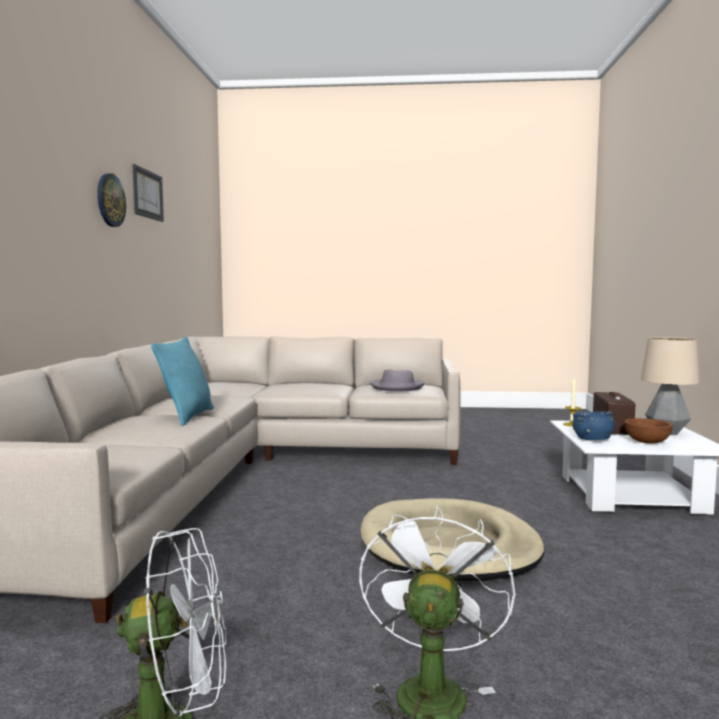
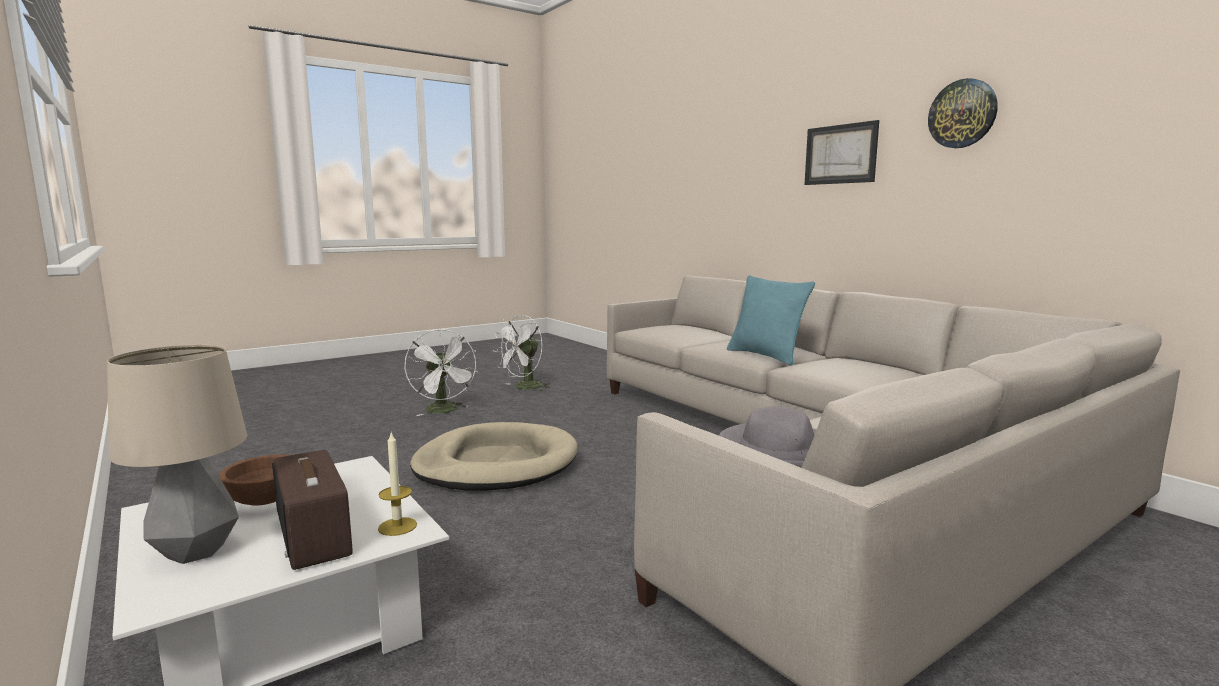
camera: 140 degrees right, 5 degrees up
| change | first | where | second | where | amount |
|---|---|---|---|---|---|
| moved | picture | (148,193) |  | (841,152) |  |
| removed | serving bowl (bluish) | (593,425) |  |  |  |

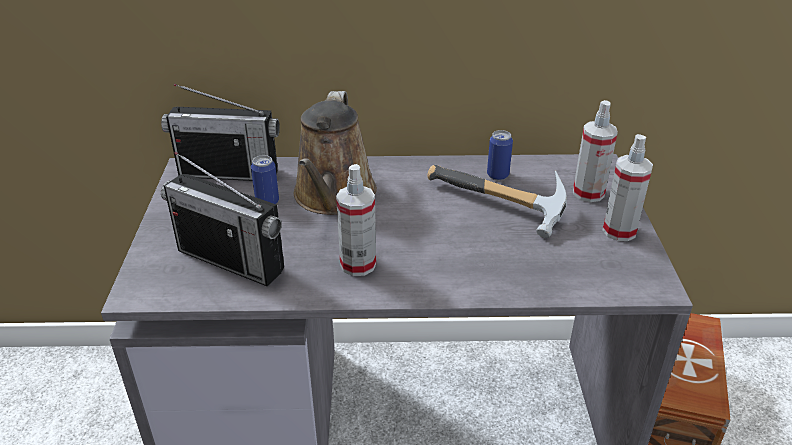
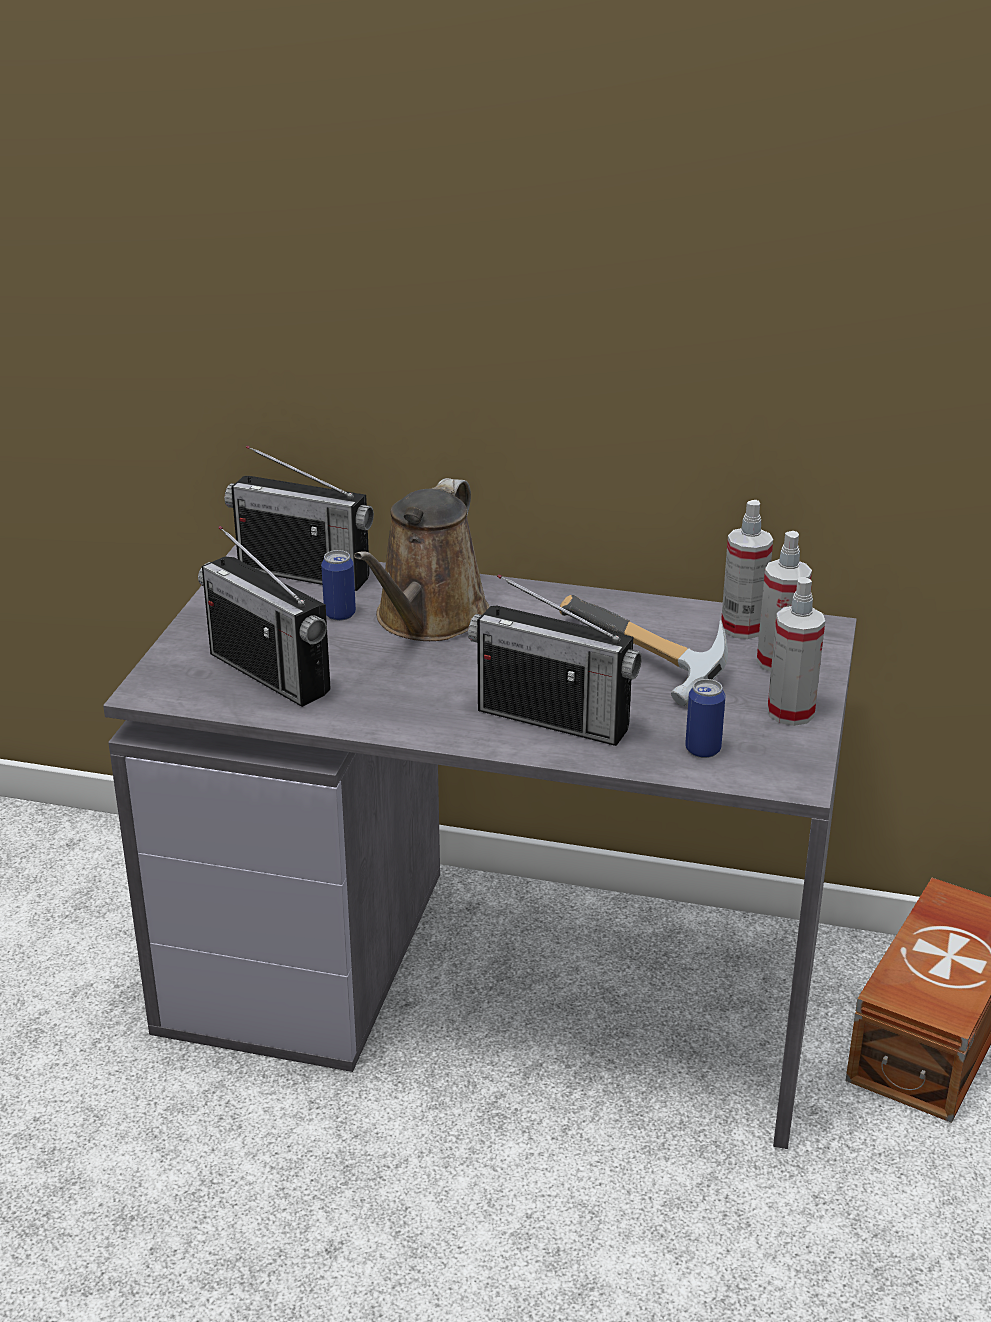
camera: 15 degrees right, 5 degrees down
| change | first | where | second | where | amount |
|---|---|---|---|---|---|
| moved | metal can | (500,155) |  | (705,718) |  |
| moved | sprayer | (356,220) |  | (747,569) |  |
| added |  |  | radio set | (555,660) |  |

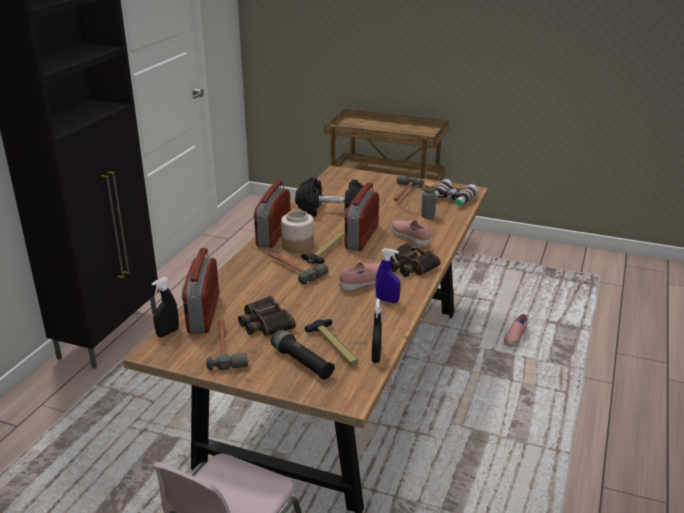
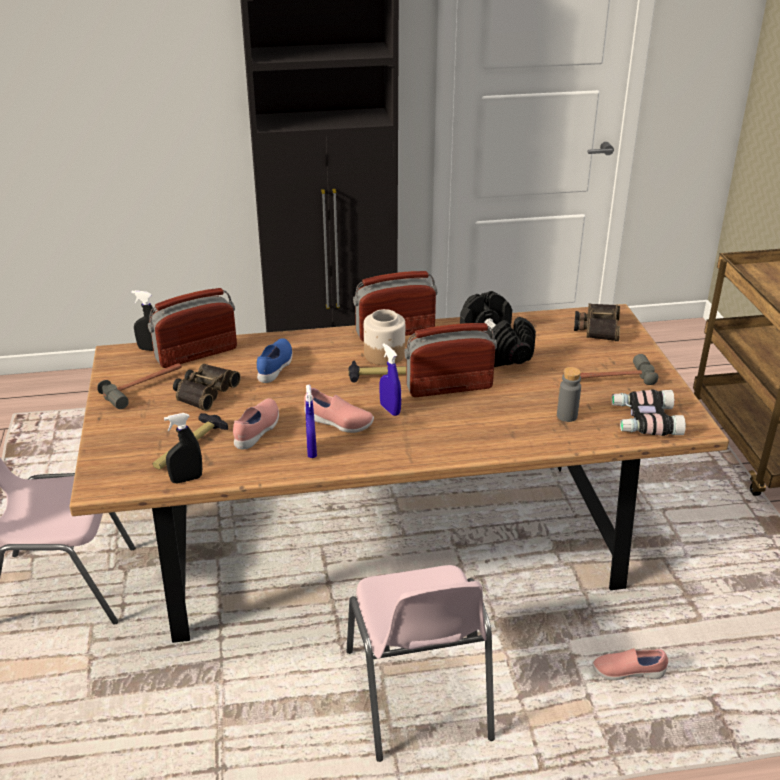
camera: 60 degrees right, 5 degrees up
| change | first | where | second | where | amount |
|---|---|---|---|---|---|
| moved | shoe (pink-coloured) | (410,233) |  | (256,424) |  |
| moved | binoculars | (415,260) |  | (597,322) |  |
| removed | tool hammer | (298,268) |  |  |  |
| removed | hand torch (black-coloured) | (303,354) |  |  |  |
| added |  |  | shoe (bluish) | (275,360) |  |
| added |  |  | sprayer (bluish) | (390,379) |  |
| added |  |  | upright chair (pink-coloured) | (421,663) |  |

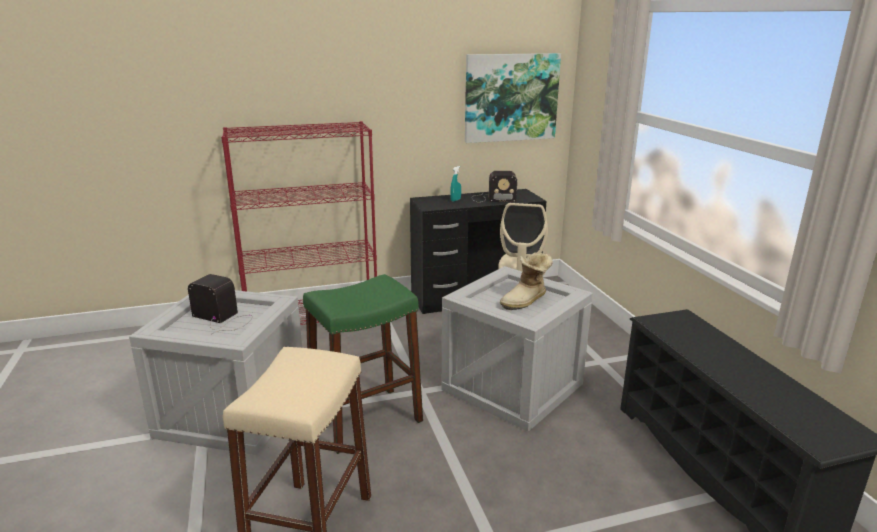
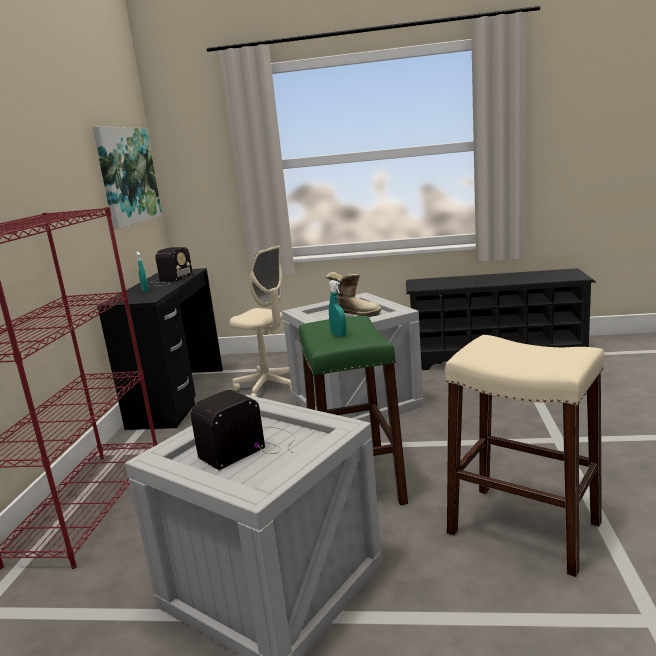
camera: 65 degrees left, 5 degrees down
| change | first | where | second | where | amount |
|---|---|---|---|---|---|
| turned | high-top boot | (526,281) |  | (354,294) | 45 degrees counterclockwise |
| added |  |  | sprayer (blue-green) | (338,308) |  |

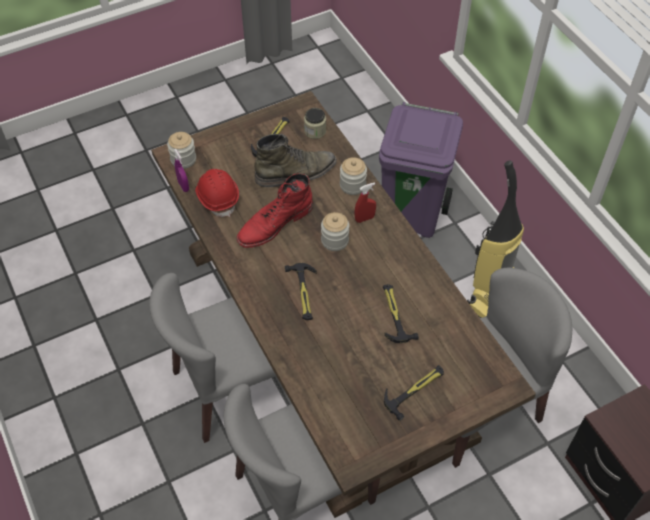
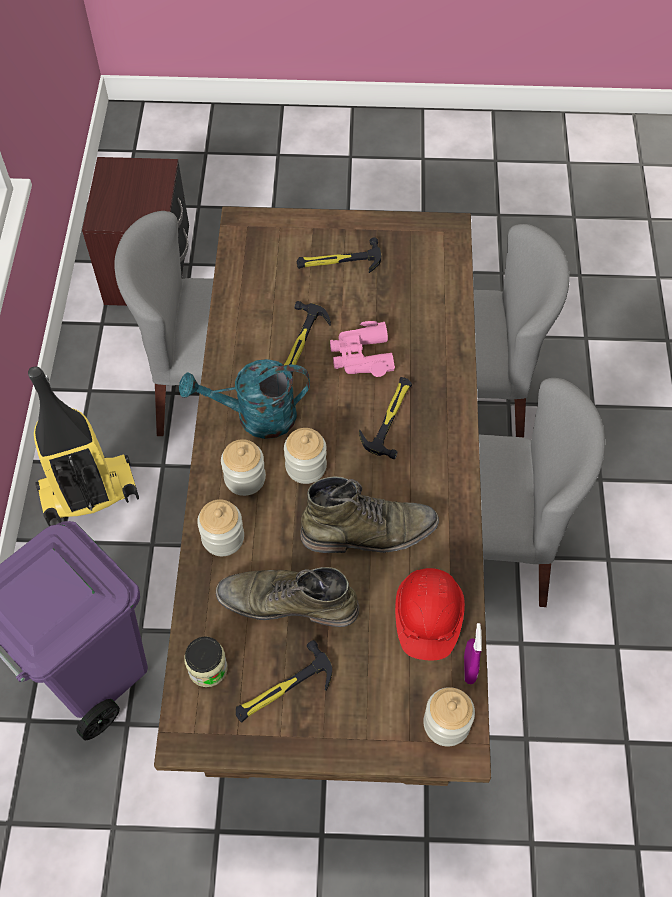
camera: 150 degrees left, 5 degrees up
| change | first | where | second | where | amount |
|---|---|---|---|---|---|
| recoloured | high-top boot (red-coloured) | (274,210) | high-top boot (green-coloured) | (369,515) |  |
| replaced | sprayer (red-coloured) | (365,202) | jar | (243,467) |  |
| added |  |  | binoculars (pink-coloured) | (362,349) |  |
| added |  |  | watering can (blue-green) | (244,399) |  |

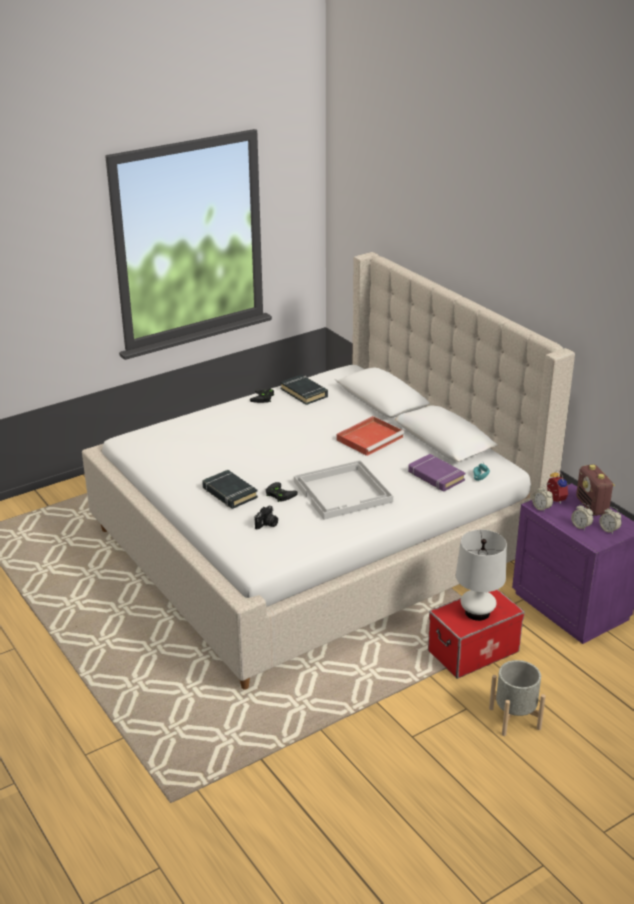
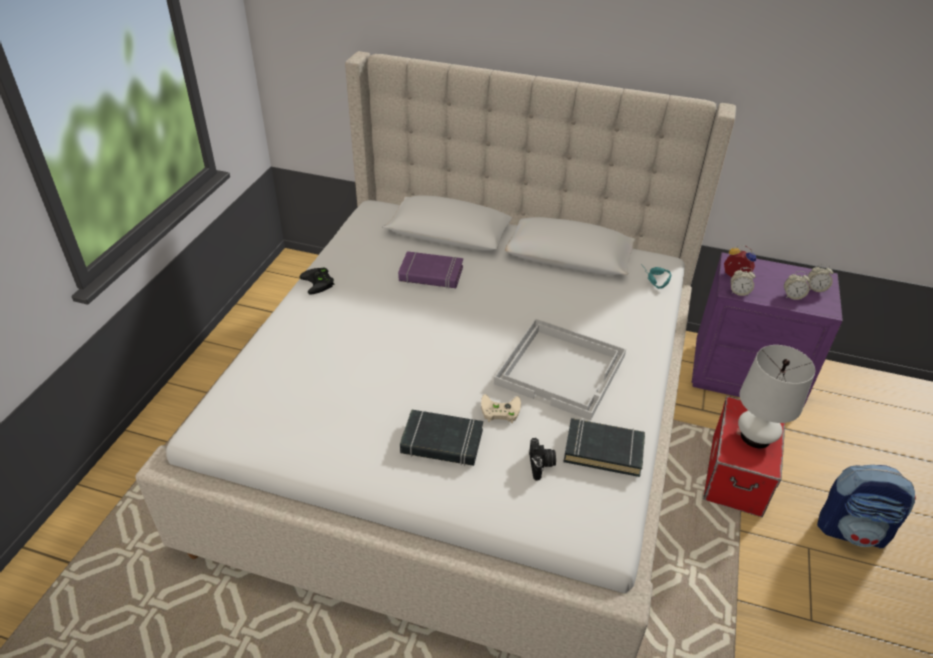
camera: 40 degrees left, 10 degrees up
| change | first | where | second | where | amount |
|---|---|---|---|---|---|
| moved | volume (black-coloured) | (304,390) |  | (604,447) |  |
| removed | tray (red-coloured) | (370,436) |  |  |  |
| moved | volume (purple-coloured) | (436,472) |  | (430,270) |  |
| removed | radio set | (595,490) |  |  |  |
| recoloured | joypad (black-coloured) | (282,492) | joypad (sand-coloured) | (501,408) |  |
| replaced | planter (gray) | (517,698) | backpack | (866,506) |  |

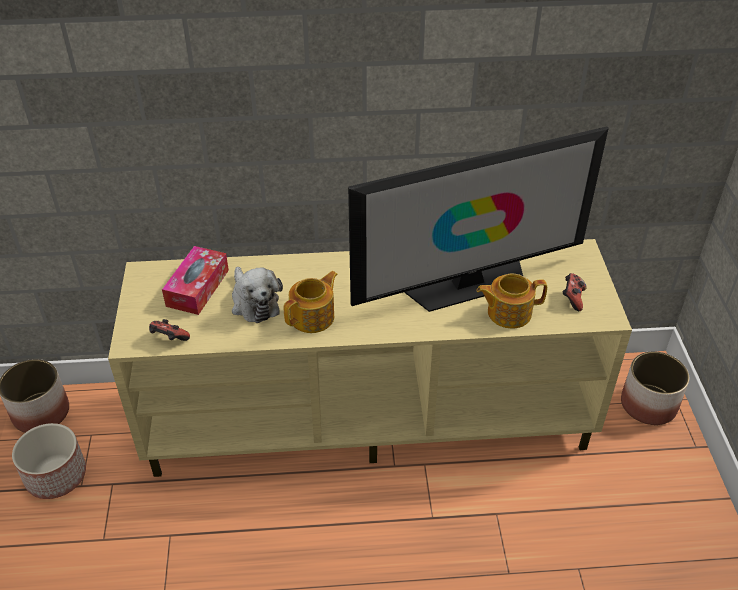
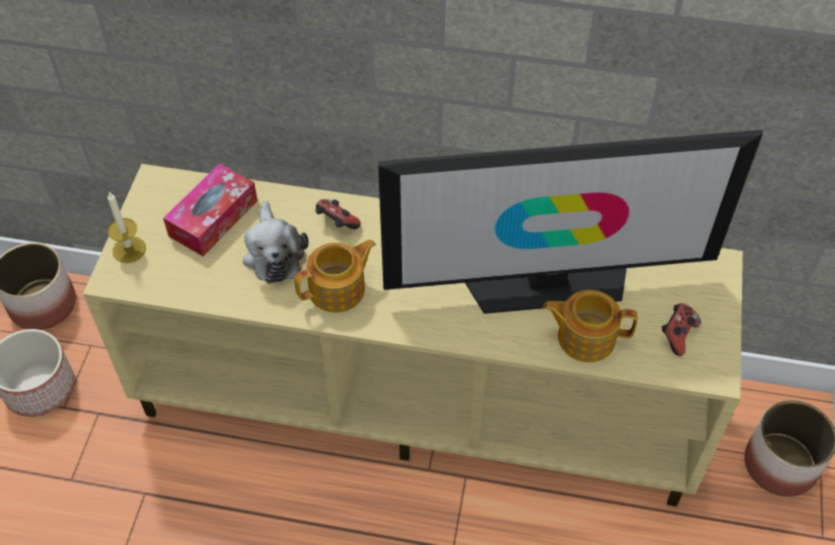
camera: 15 degrees right, 10 degrees up
| change | first | where | second | where | amount |
|---|---|---|---|---|---|
| moved | joypad | (169,330) |  | (338,214) |  |
| added |  |  | wax light | (126,227) |  |

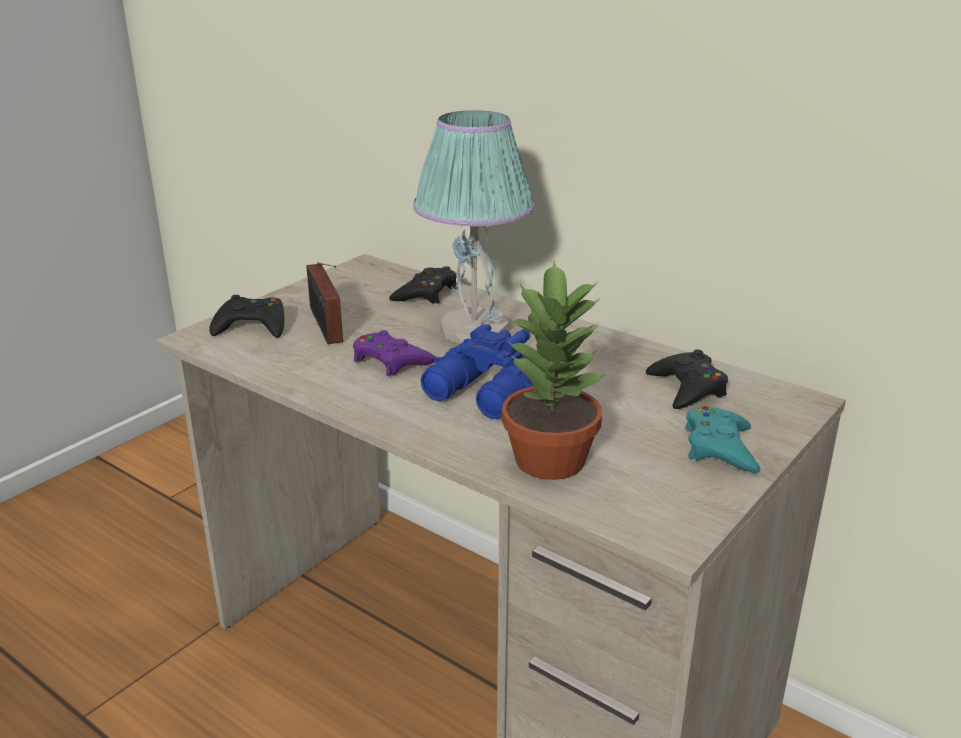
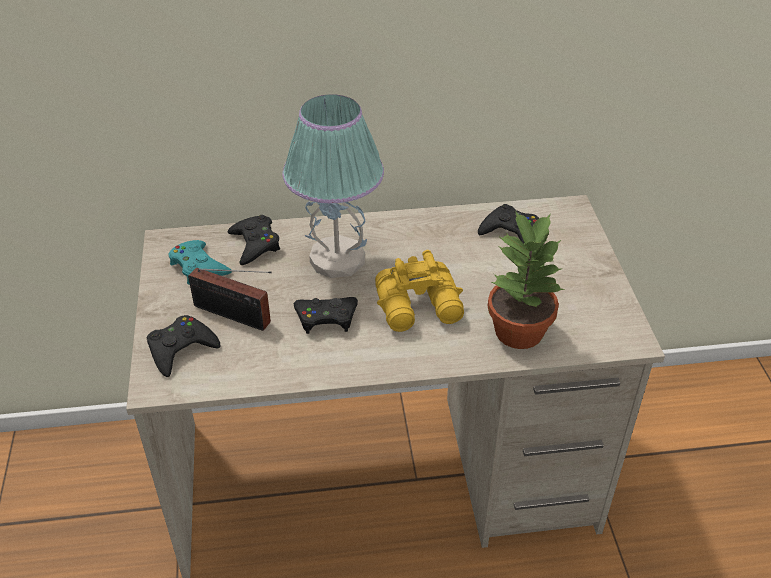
camera: 45 degrees left, 15 degrees up
| change | first | where | second | where | amount |
|---|---|---|---|---|---|
| recoloured | binoculars (bluish) | (477,371) | binoculars (yellow) | (419,291) |  |
| recoloured | joypad (purple-coloured) | (394,353) | joypad (black-coloured) | (326,315) |  |
| moved | joypad (blue-green) | (722,439) |  | (200,262) |  |

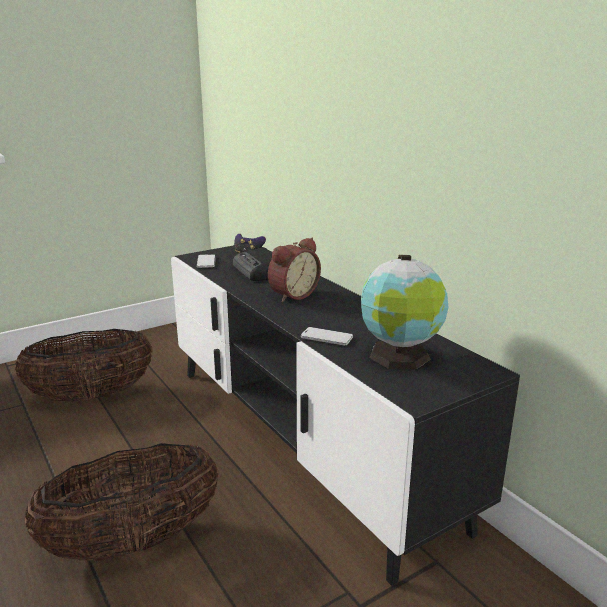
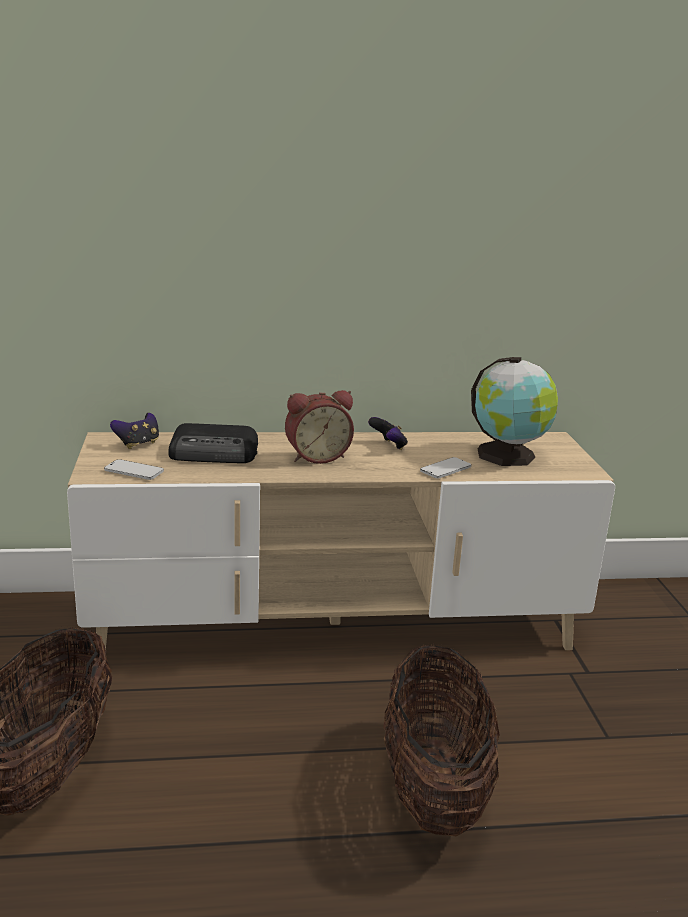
camera: 65 degrees left, 0 degrees up
| change | first | where | second | where | amount |
|---|---|---|---|---|---|
| turned | table clock | (294,270) |  | (319,427) | 90 degrees clockwise |
| recoloured | tv unit (black-coloured) | (345,415) | tv unit (sand-coloured) | (341,541) |  |
| added |  |  | joypad | (388,433) |  |

